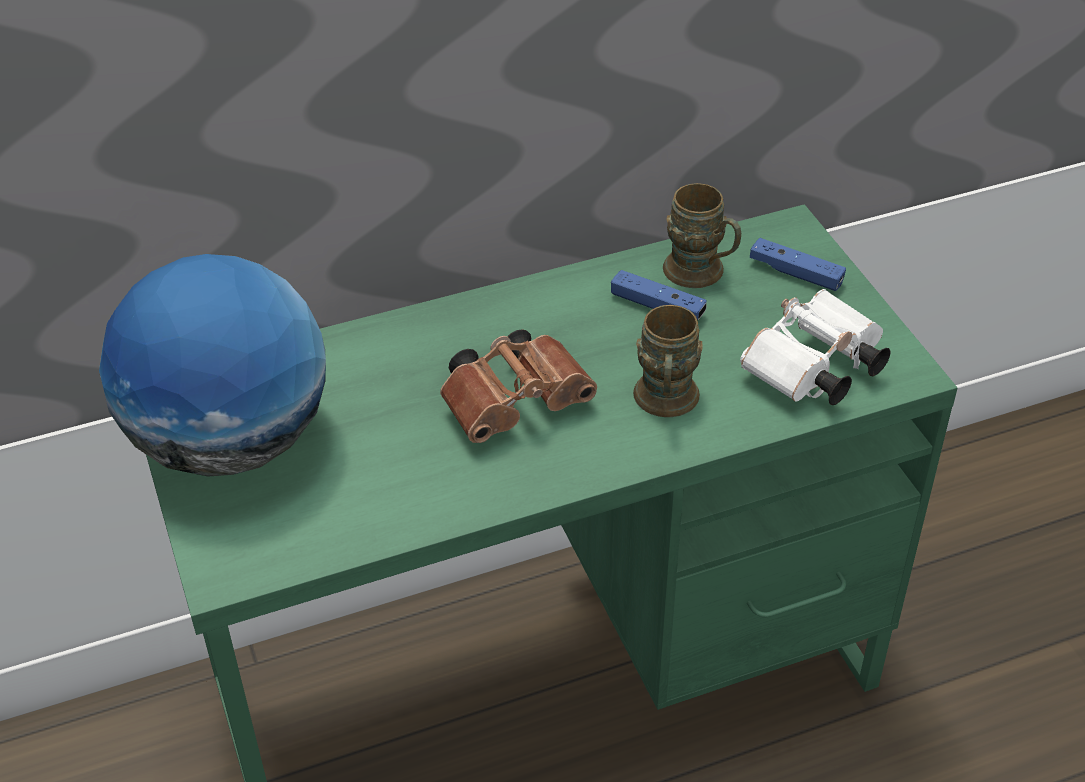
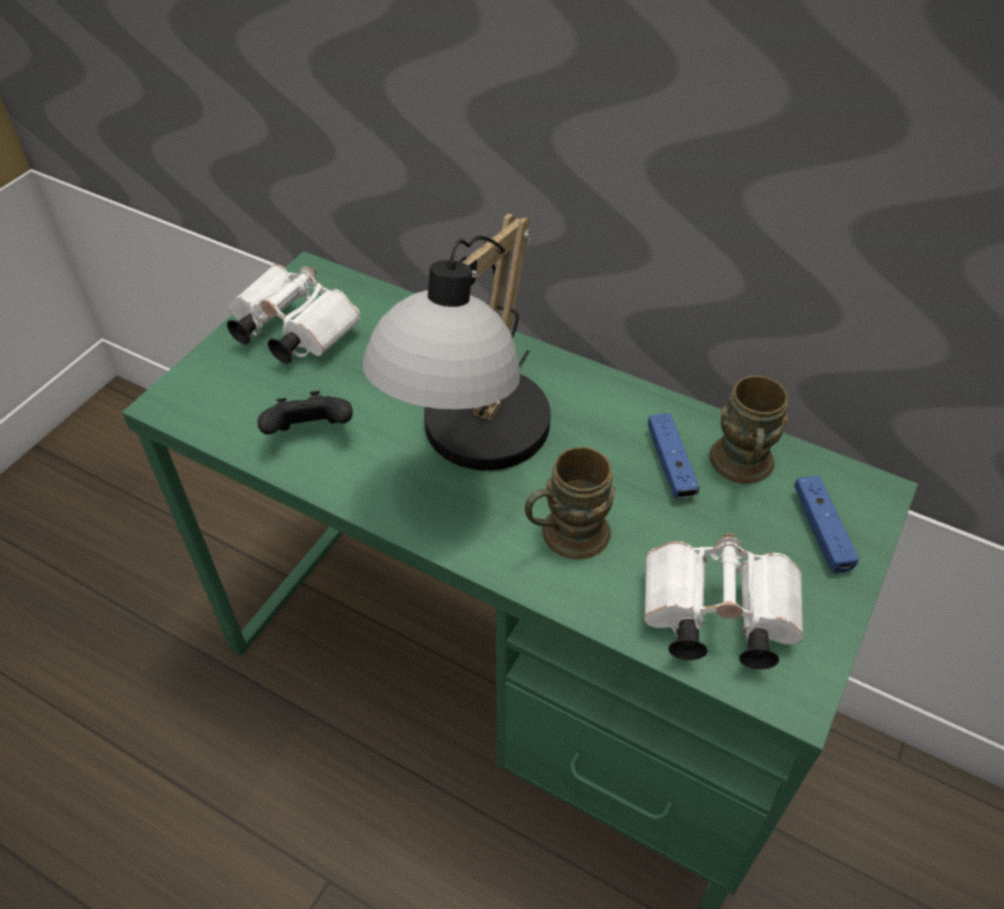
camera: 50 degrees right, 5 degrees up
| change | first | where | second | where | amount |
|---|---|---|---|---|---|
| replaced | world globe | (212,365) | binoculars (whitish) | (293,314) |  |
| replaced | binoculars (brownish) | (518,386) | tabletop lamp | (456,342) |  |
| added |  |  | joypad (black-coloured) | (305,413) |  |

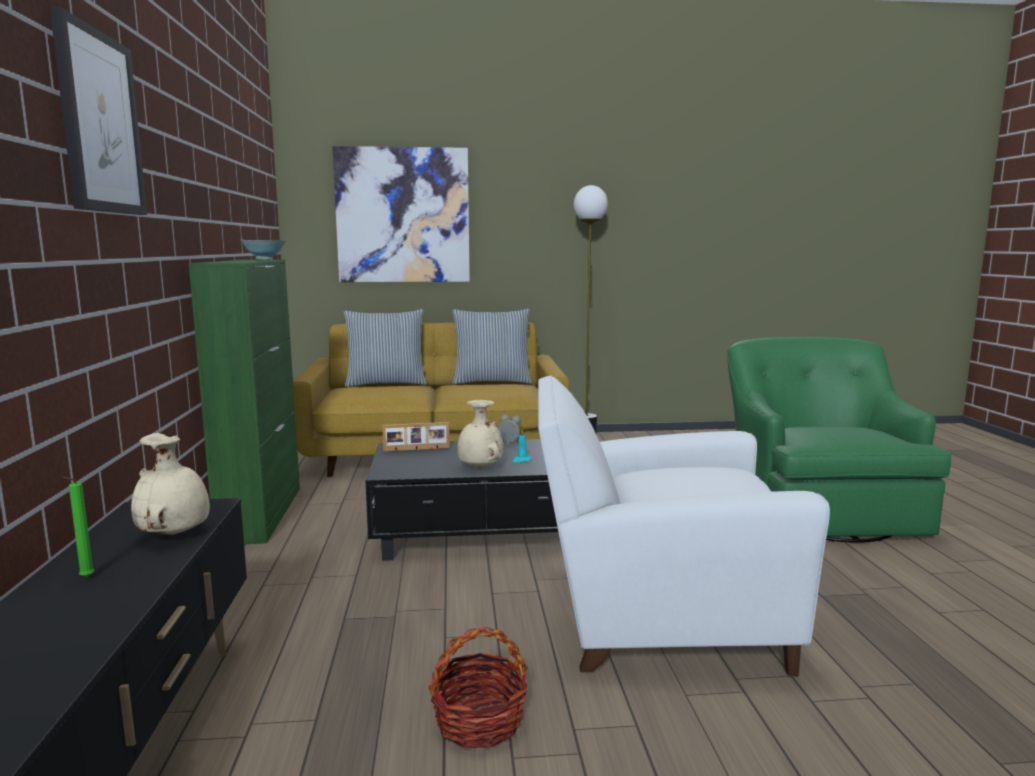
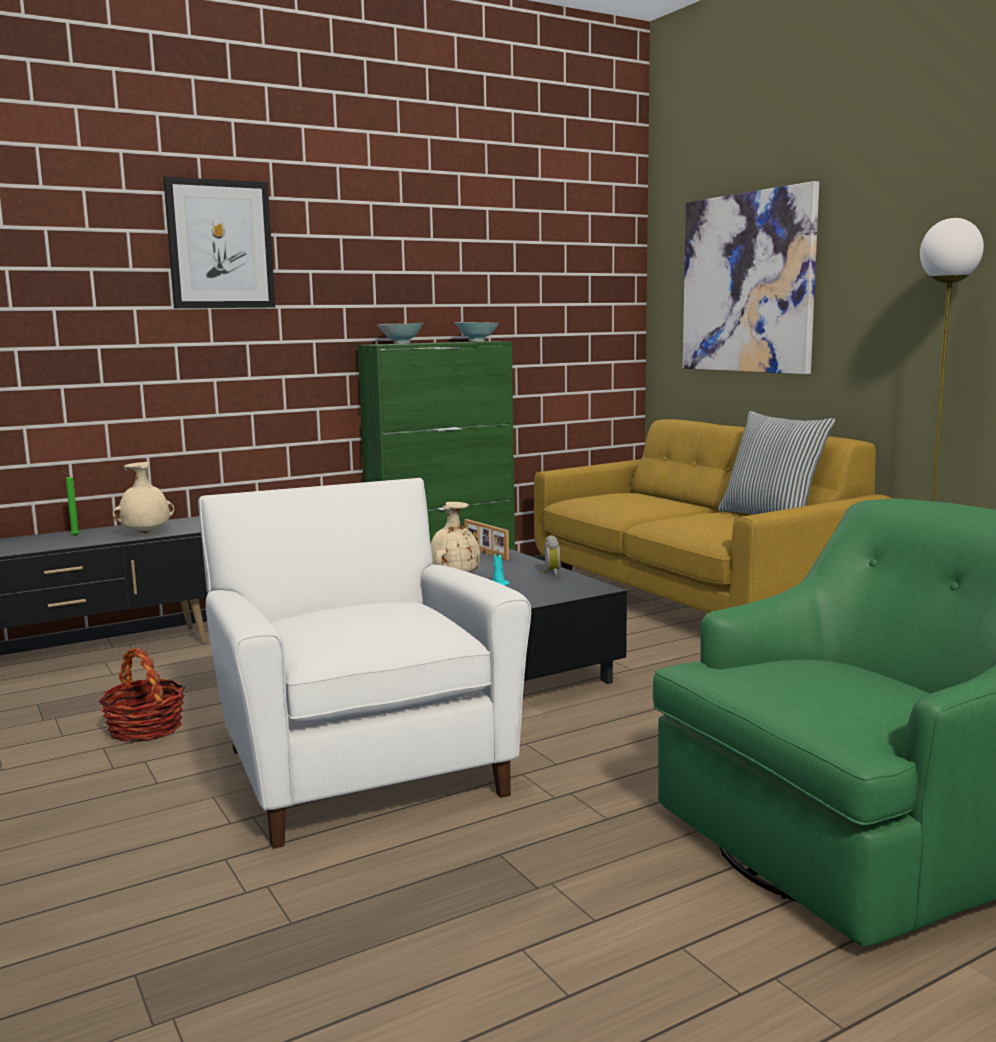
camera: 65 degrees right, 0 degrees up
| change | first | where | second | where | amount |
|---|---|---|---|---|---|
| removed | throw pillow | (385,348) |  |  |  |
| added |  |  | serving bowl | (401,333) |  |

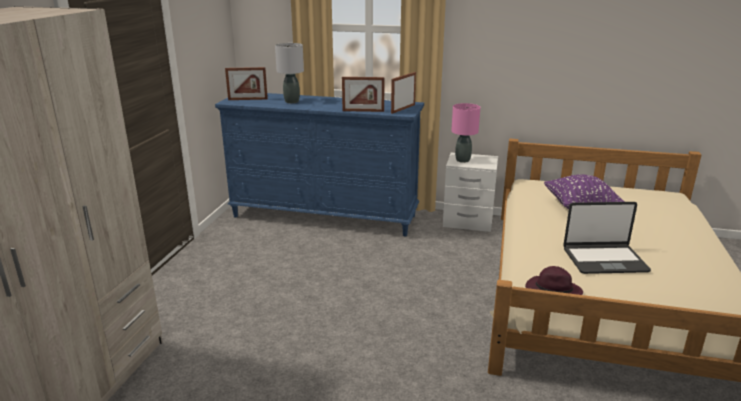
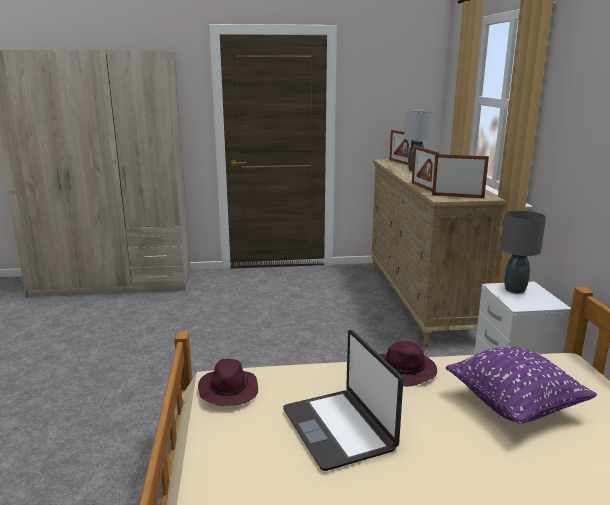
camera: 70 degrees right, 5 degrees down
| change | first | where | second | where | amount |
|---|---|---|---|---|---|
| recoloured | chest of drawers (bluish) | (319,165) | chest of drawers (sand-coloured) | (437,253) |  |
| recoloured | tabletop lamp (pink-coloured) | (465,133) | tabletop lamp (gray) | (523,251) |  |
| added |  |  | hat (purple-coloured) | (408,364) |  |

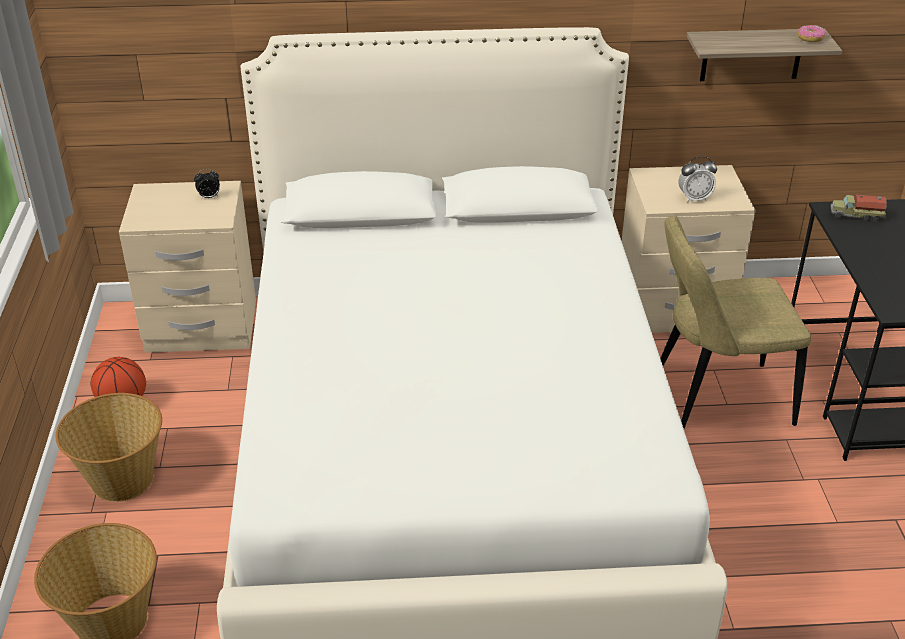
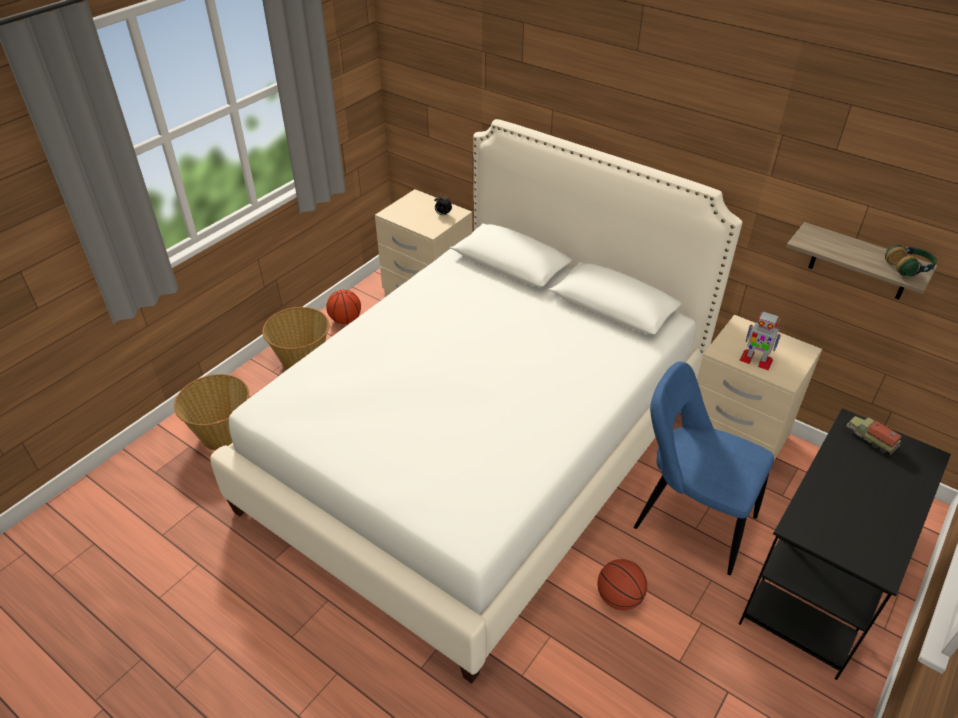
camera: 40 degrees right, 5 degrees up
| change | first | where | second | where | amount |
|---|---|---|---|---|---|
| replaced | doughnut | (812,33) | headphones | (911,260) |  |
| replaced | table clock | (697,179) | toy robot | (760,340) |  |
| recoloured | upright chair (sand-coloured) | (735,322) | upright chair (bluish) | (704,468) |  |
| added |  |  | ball for basketball | (622,584) |  |

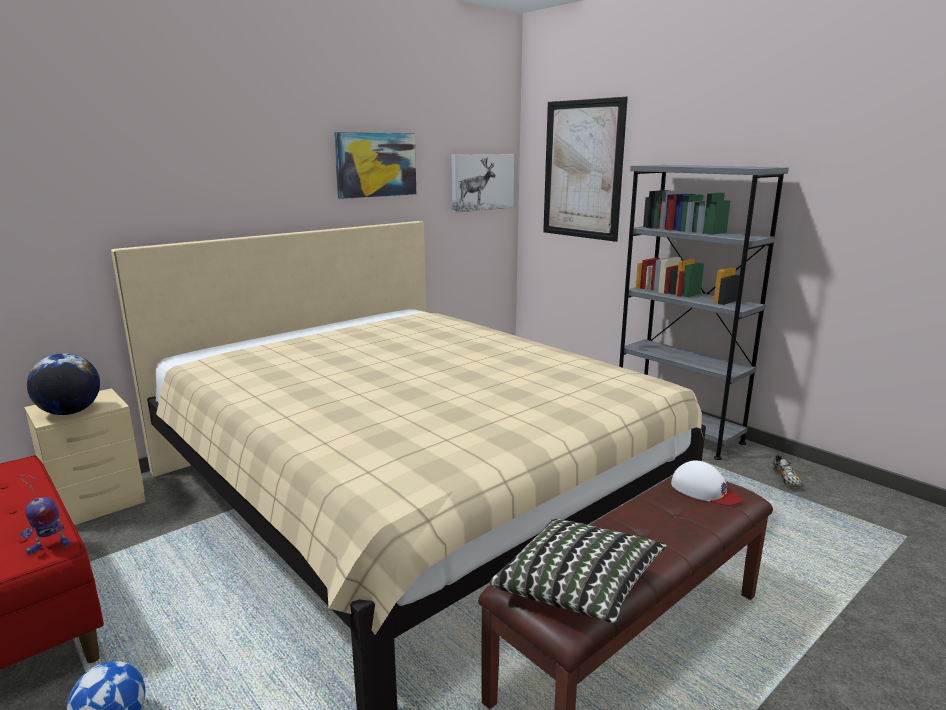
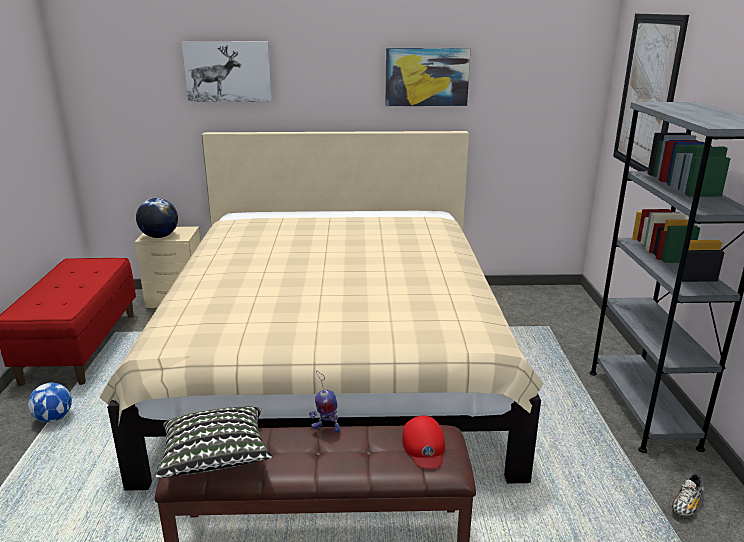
camera: 40 degrees right, 5 degrees up
| change | first | where | second | where | amount |
|---|---|---|---|---|---|
| moved | picture | (483,183) |  | (227,72) |  |
| recoloured | baseball cap (whitish) | (706,482) | baseball cap (red-coloured) | (423,442) |  |
| moved | toy robot | (45,514) |  | (324,402) |  |

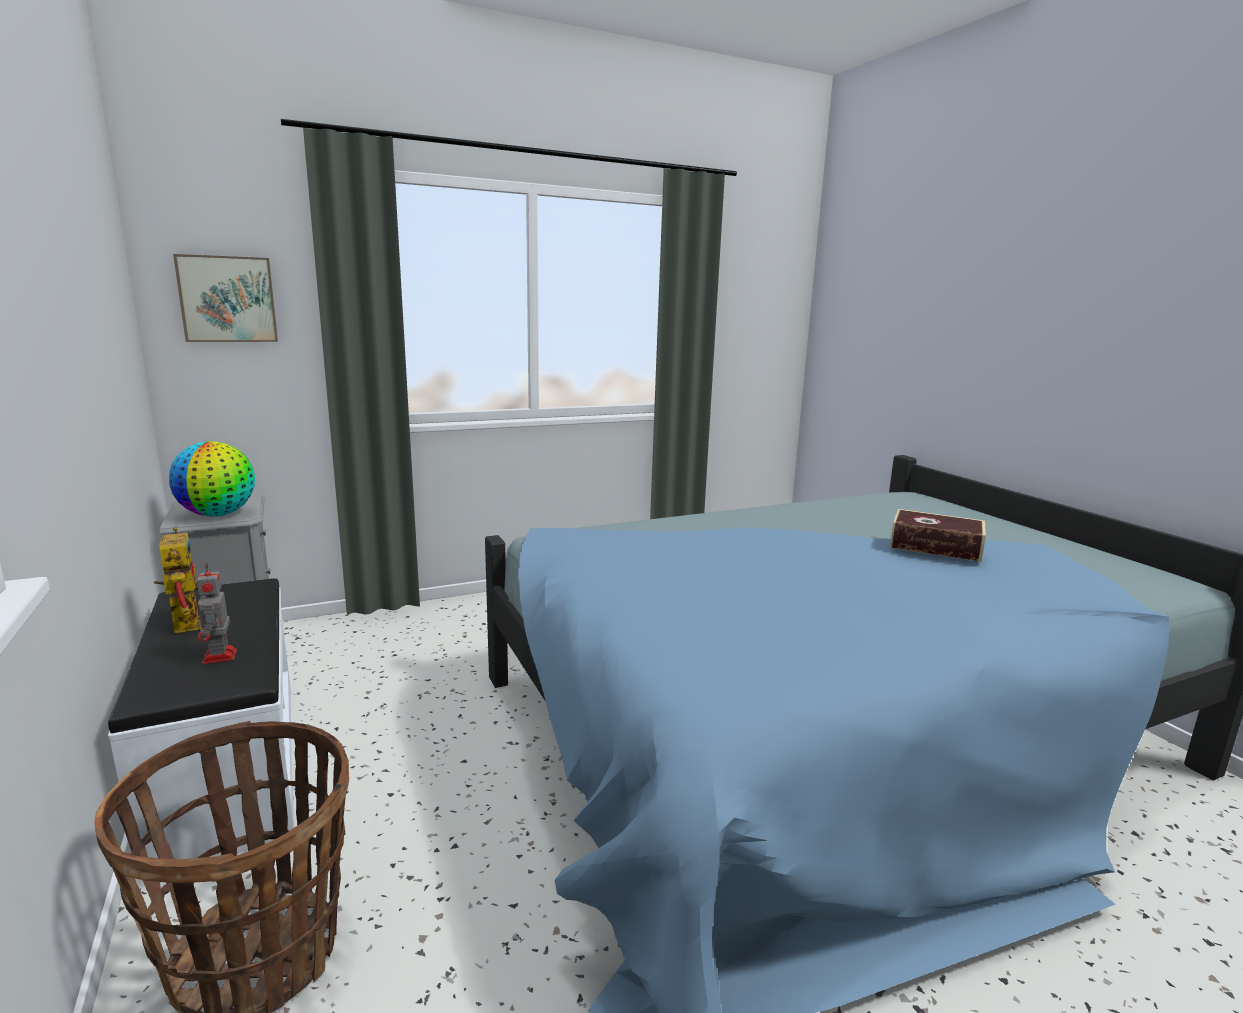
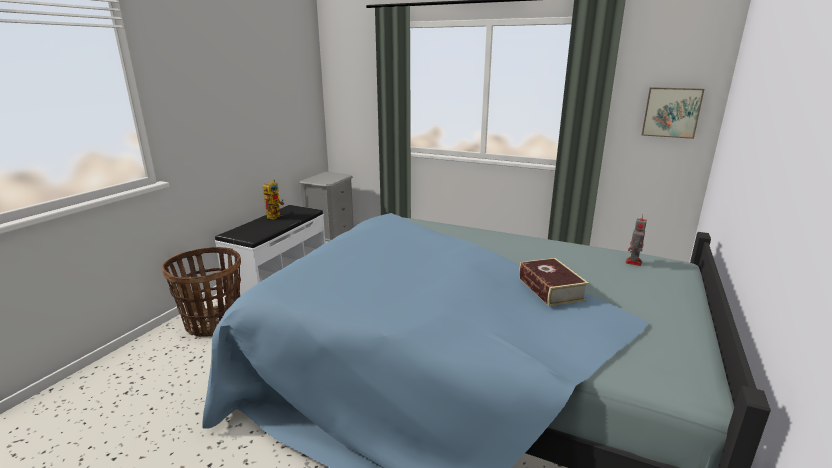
camera: 50 degrees right, 5 degrees up
| change | first | where | second | where | amount |
|---|---|---|---|---|---|
| moved | picture | (225,298) |  | (673,113) |  |
| removed | world globe | (212,479) |  |  |  |
| moved | toy robot | (217,613) |  | (636,240) |  |

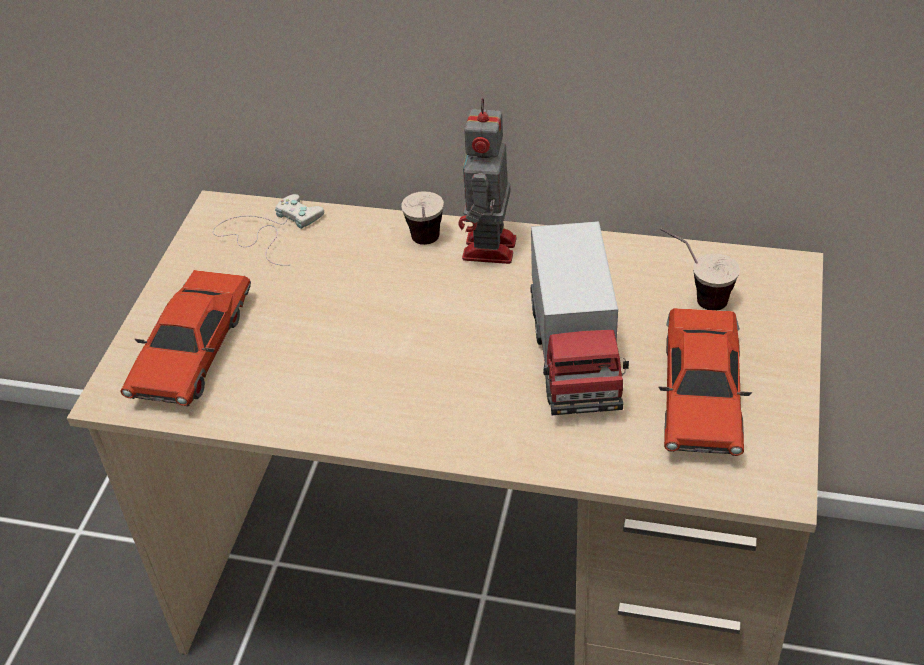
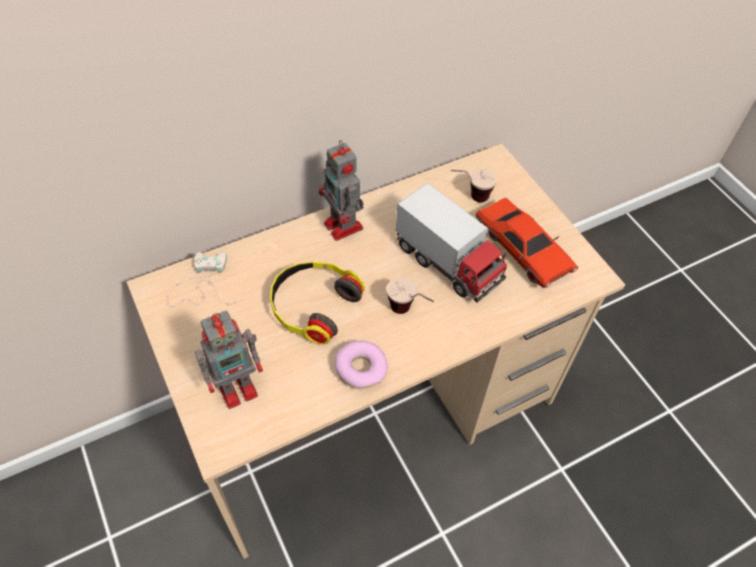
camera: 45 degrees left, 10 degrees up
| change | first | where | second | where | amount |
|---|---|---|---|---|---|
| moved | drinking cup | (422,218) |  | (410,295) |  |
| replaced | miniature car (red-coloured) | (185,338) | toy robot | (228,360) |  |
| added |  |  | headphones | (317,303) |  |
| added |  |  | doughnut | (361,365) |  |

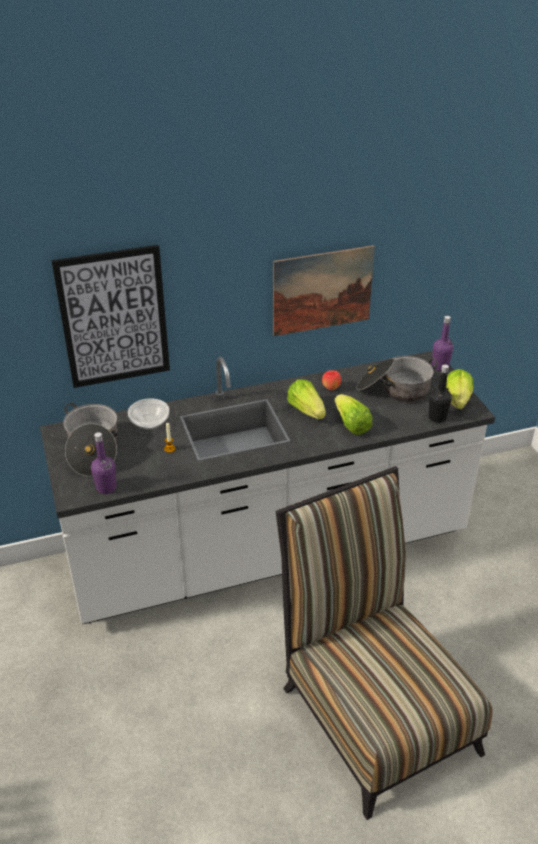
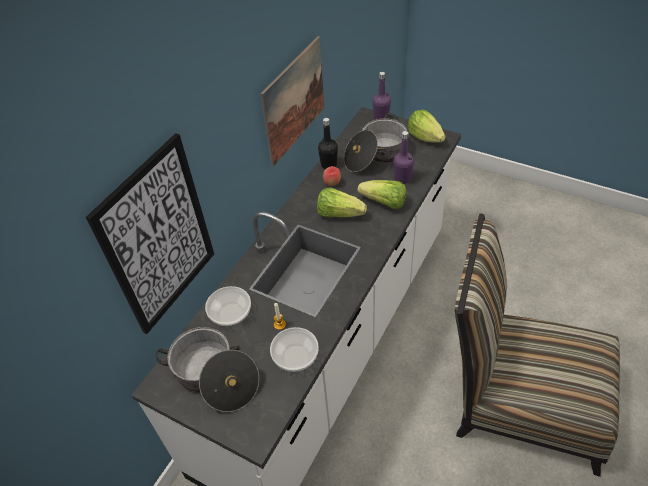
camera: 40 degrees left, 10 degrees up
| change | first | where | second | where | amount |
|---|---|---|---|---|---|
| moved | beverage bottle (black-coloured) | (440,393) |  | (328,143) |  |
| moved | beverage bottle (purple-coloured) | (103,463) |  | (403,157) |  |
| added |  |  | serving bowl | (294,349) |  |

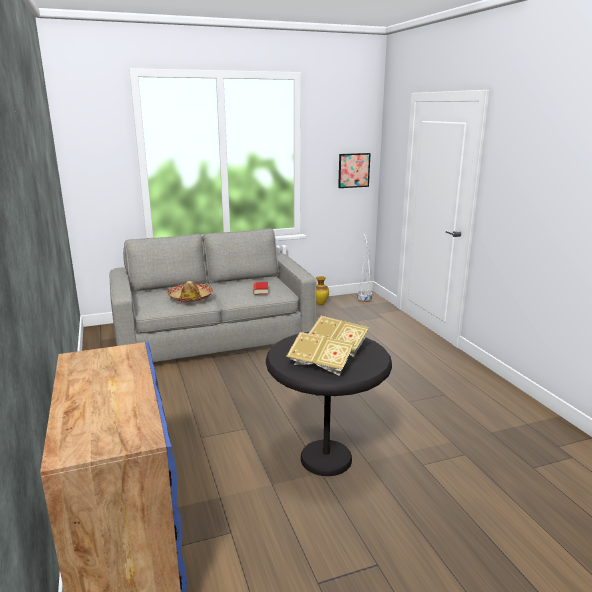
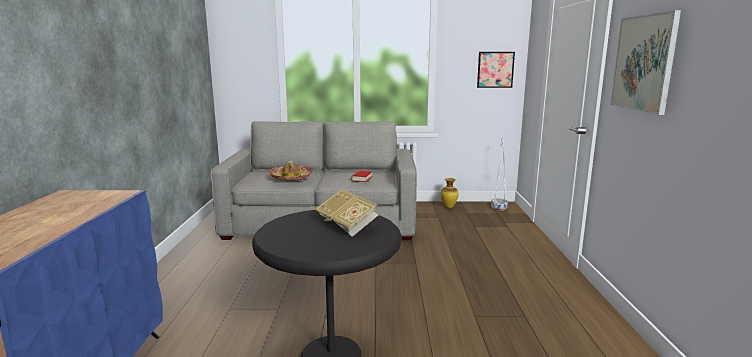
camera: 20 degrees right, 5 degrees down
| change | first | where | second | where | amount |
|---|---|---|---|---|---|
| removed | volume | (320,354) |  |  |  |
| added |  |  | picture | (645,62) |  |

